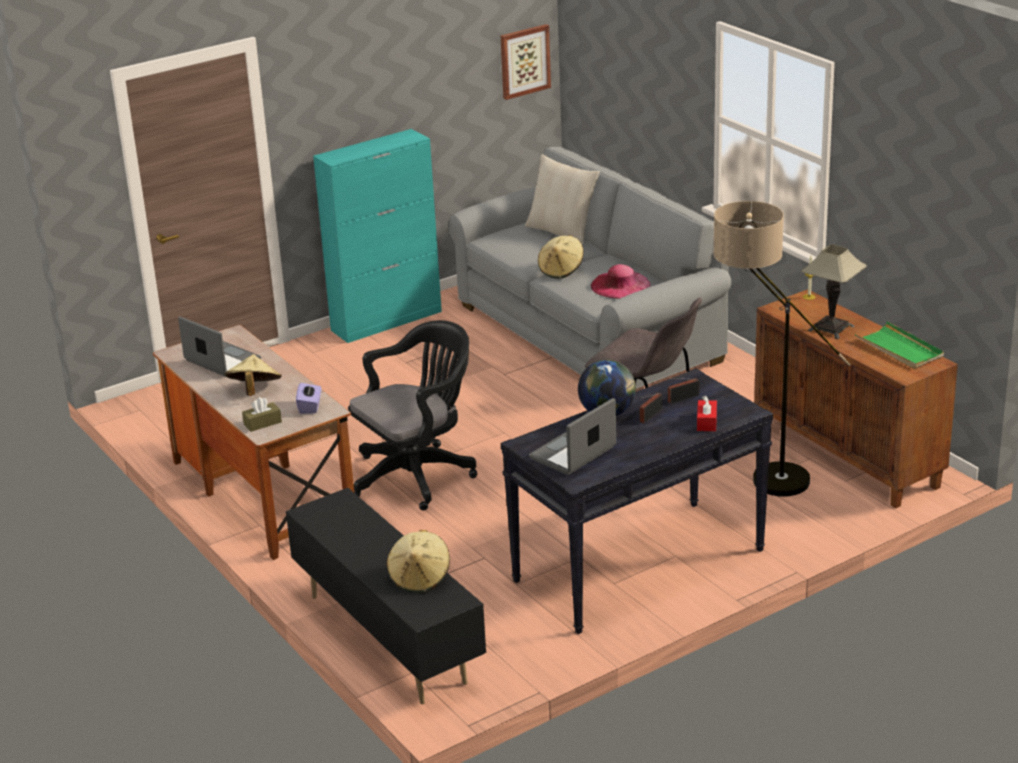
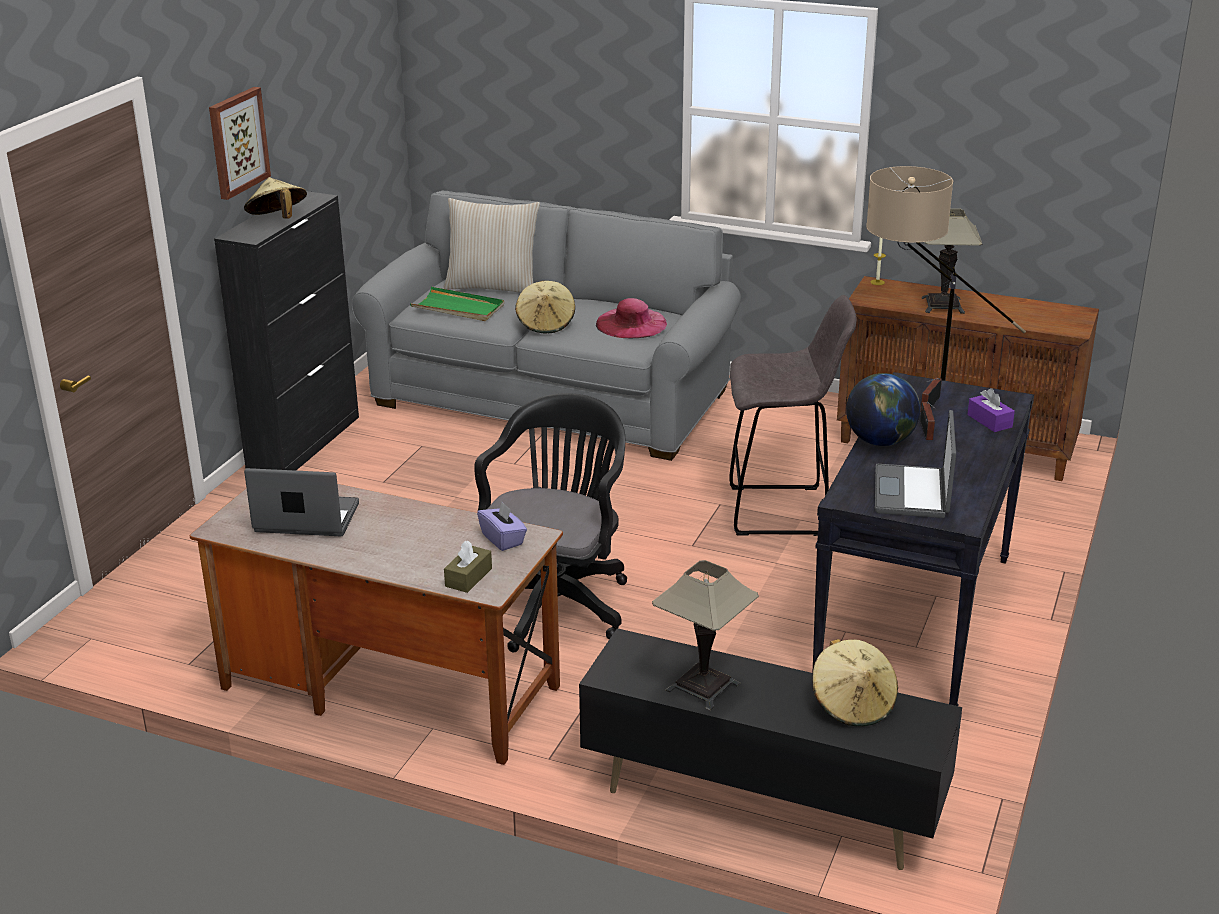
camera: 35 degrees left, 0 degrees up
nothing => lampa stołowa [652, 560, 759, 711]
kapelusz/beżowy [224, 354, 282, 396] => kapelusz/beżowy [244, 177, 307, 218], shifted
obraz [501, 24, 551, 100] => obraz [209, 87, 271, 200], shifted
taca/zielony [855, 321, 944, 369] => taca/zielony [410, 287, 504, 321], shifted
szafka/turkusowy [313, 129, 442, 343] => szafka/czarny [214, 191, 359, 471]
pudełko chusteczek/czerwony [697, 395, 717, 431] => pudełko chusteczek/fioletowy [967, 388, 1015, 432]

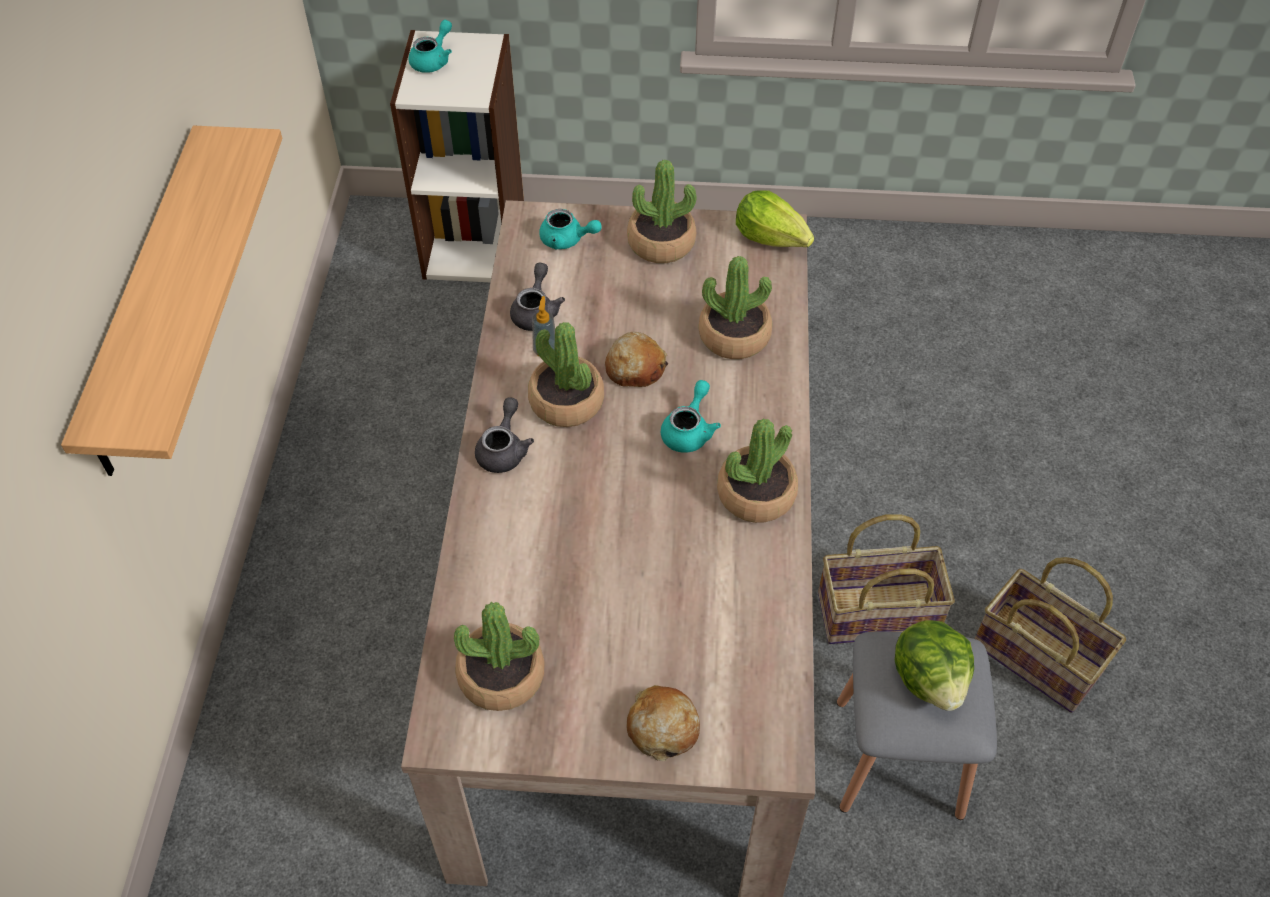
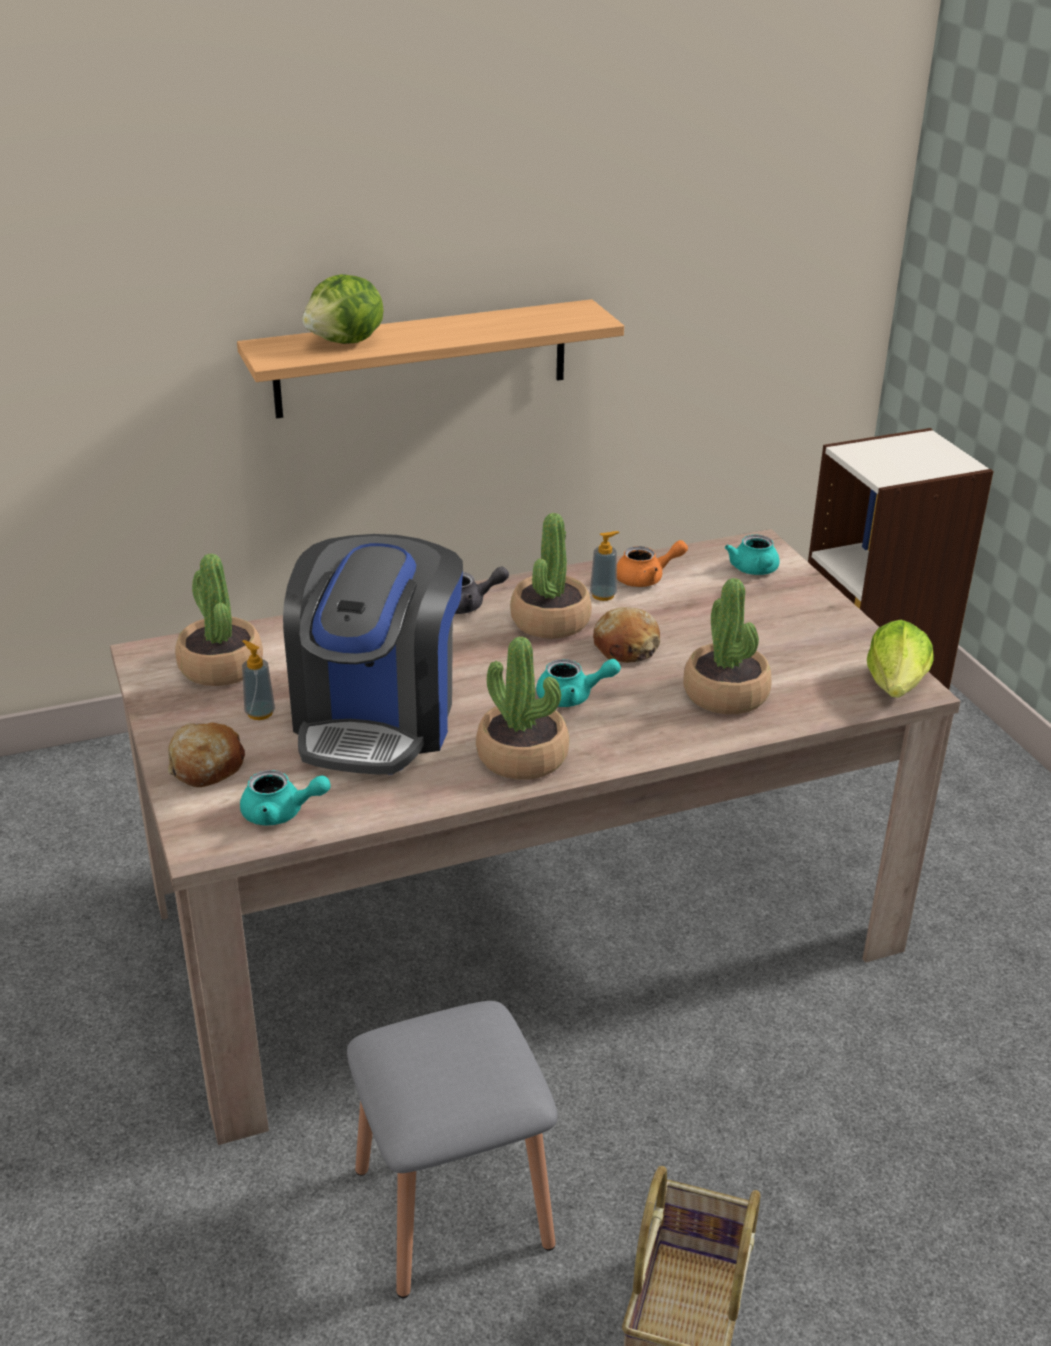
camera: 65 degrees right, 20 degrees down
roślina doniczkowa [627, 160, 697, 263] => nothing
koszyk [818, 514, 955, 644] => nothing
nothing => dozownik mydła [242, 640, 275, 720]
nothing => ekspres do kawy [283, 534, 463, 775]
imbryk/turkusowy [409, 20, 452, 73] => imbryk/turkusowy [240, 770, 330, 825], shifted
sałata [895, 620, 974, 711] => sałata [302, 274, 384, 344], shifted
imbryk/szary [510, 263, 565, 331] => imbryk/pomarańczowy [617, 540, 688, 587]

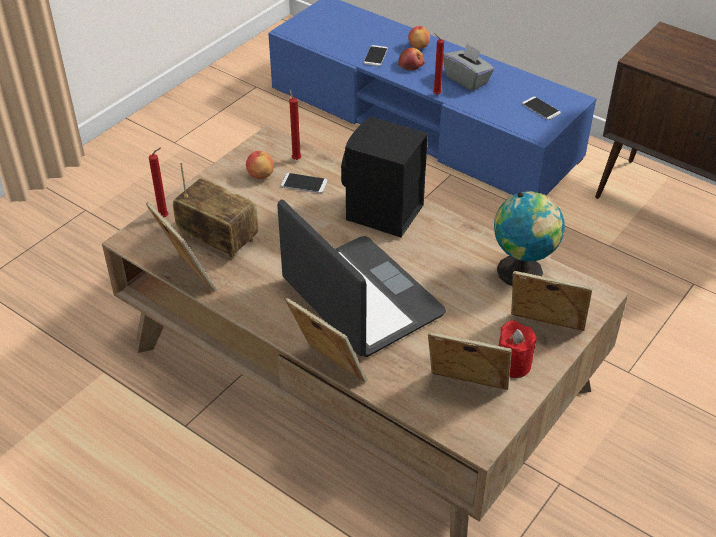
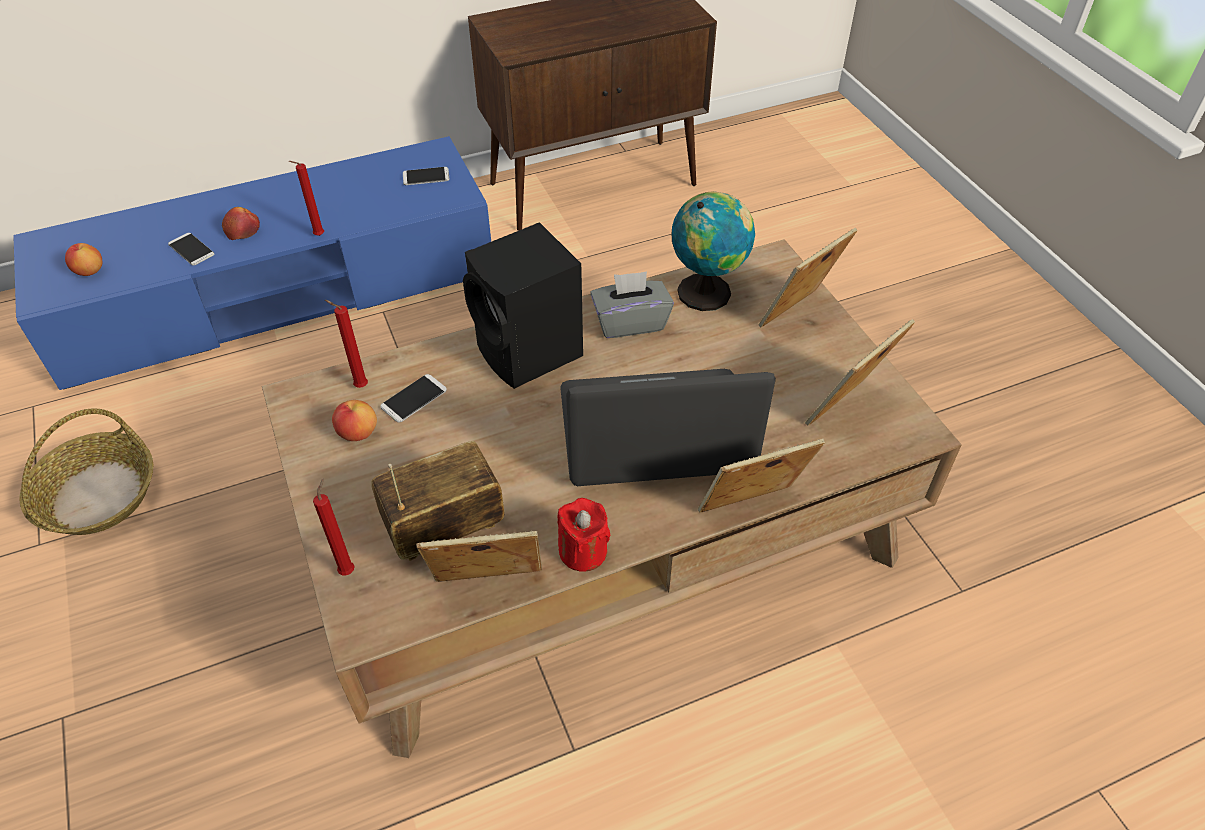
camera: 60 degrees left, 5 degrees up
nothing => koszyk [20, 408, 153, 535]
jabłko [408, 26, 430, 49] => jabłko [65, 243, 103, 276], shifted
pudełko chusteczek/szary [443, 43, 494, 91] => pudełko chusteczek/szary [590, 271, 674, 338], shifted
świeca/czerwony [499, 320, 537, 378] => świeca/czerwony [557, 498, 610, 572], shifted

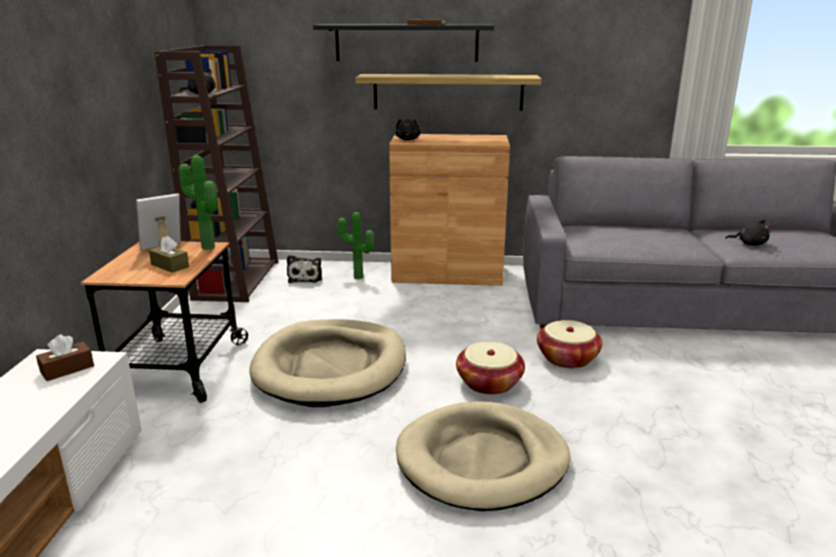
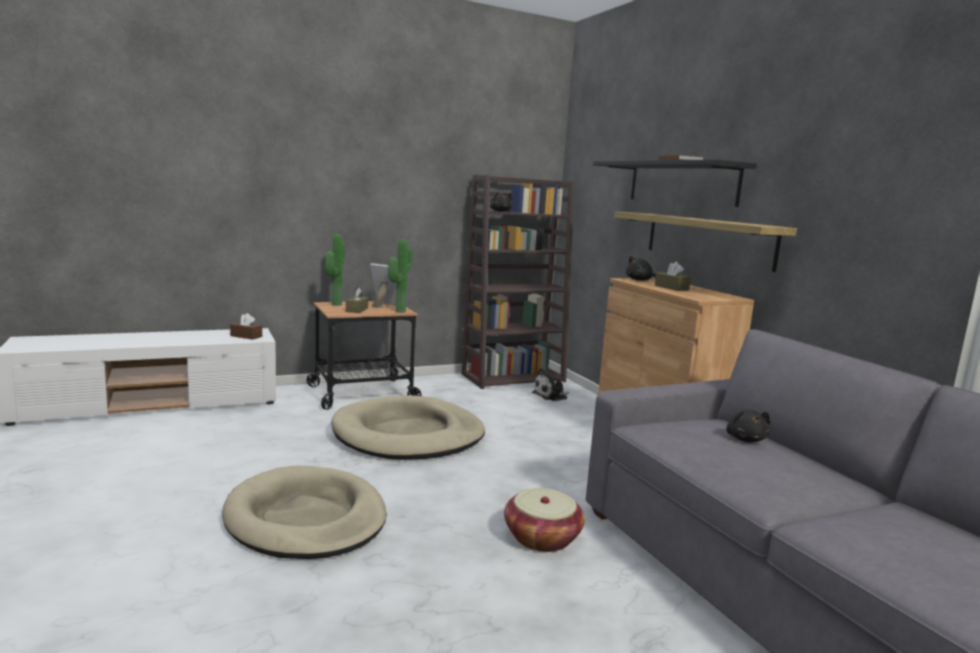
camera: 60 degrees right, 10 degrees down
koszyk [456, 342, 525, 395] => nothing
nothing => pudełko chusteczek/brązowy [655, 262, 691, 291]
roślina doniczkowa [338, 212, 374, 279] => roślina doniczkowa [325, 234, 345, 306], shifted
pluszak/czarny [725, 220, 771, 246] => pluszak/czarny [726, 410, 770, 442], shifted

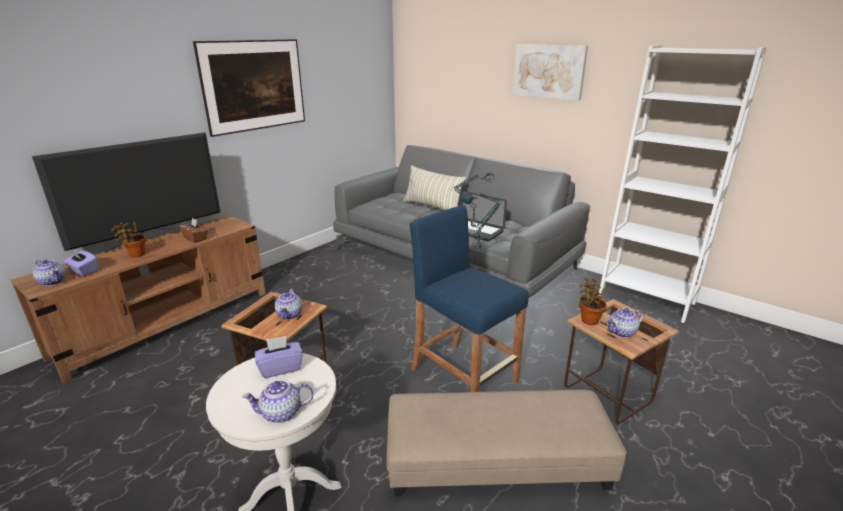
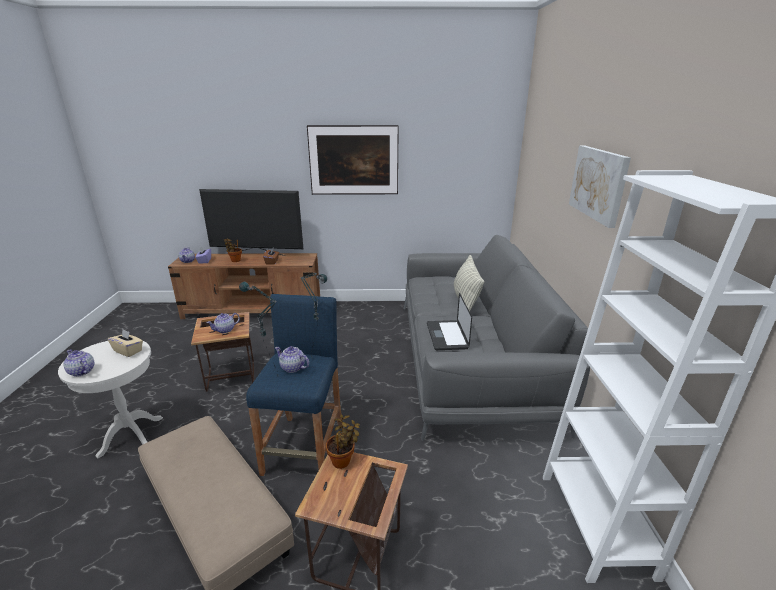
camera: 50 degrees right, 0 degrees up
imbryk [606, 308, 644, 338] => imbryk [275, 346, 309, 373], shifted
pudełko chusteczek/fioletowy [255, 336, 303, 378] => pudełko chusteczek/beżowy [108, 329, 143, 357]

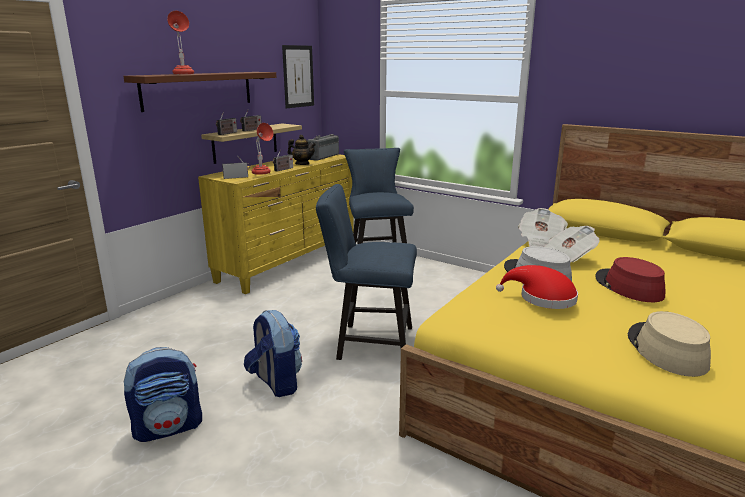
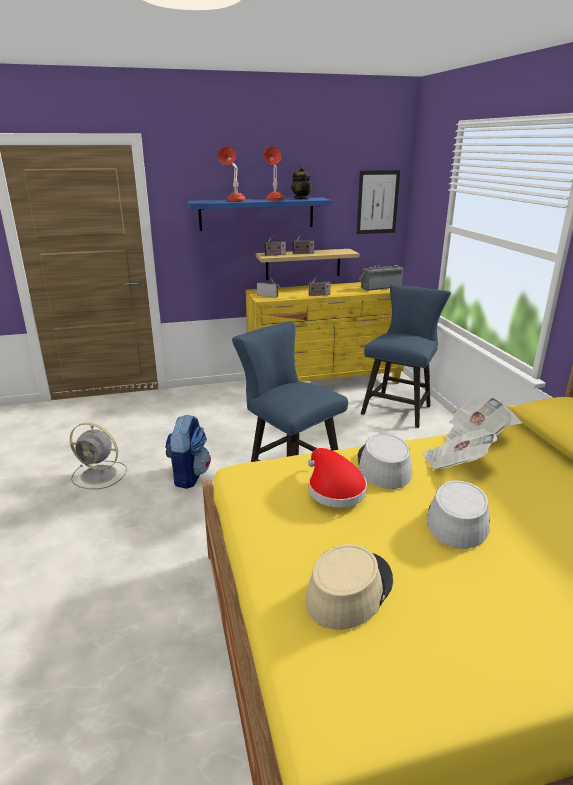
camera: 40 degrees right, 5 degrees up
lampa stołowa/czerwony [252, 123, 273, 175] => lampa stołowa/czerwony [264, 146, 284, 201], shifted
imbryk [287, 135, 316, 165] => imbryk [291, 167, 312, 199], shifted
plecak [123, 347, 202, 442] => wentylator/szary [70, 423, 127, 489]
półka/brązowy [123, 72, 277, 112] => półka/niebieski [187, 198, 332, 231]
kapelusz/czerwony [595, 257, 665, 302] => kapelusz/szary [426, 481, 490, 549]

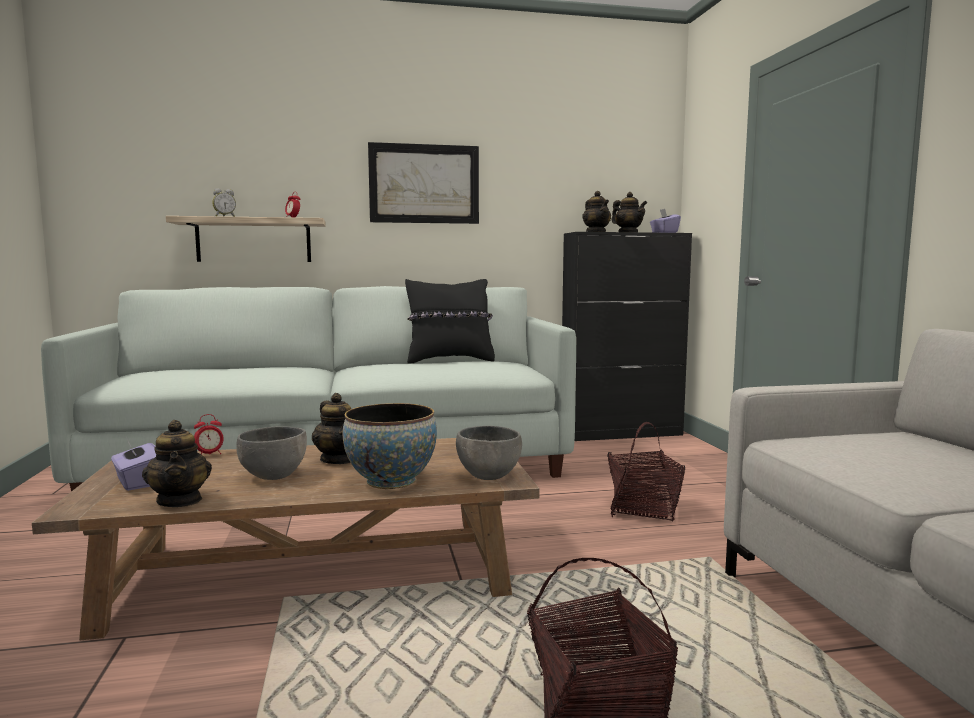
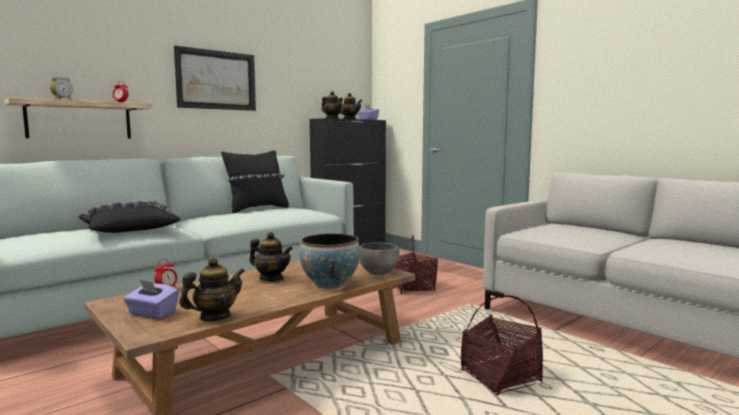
camera: 30 degrees left, 0 degrees up
miska/szary [236, 426, 307, 480] => nothing
nothing => poduszka/czarny [78, 201, 180, 233]
imbryk [142, 420, 212, 507] => imbryk [179, 258, 245, 321], 75 degrees counterclockwise

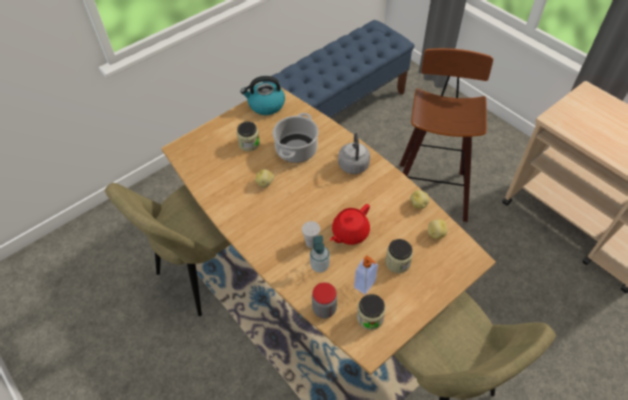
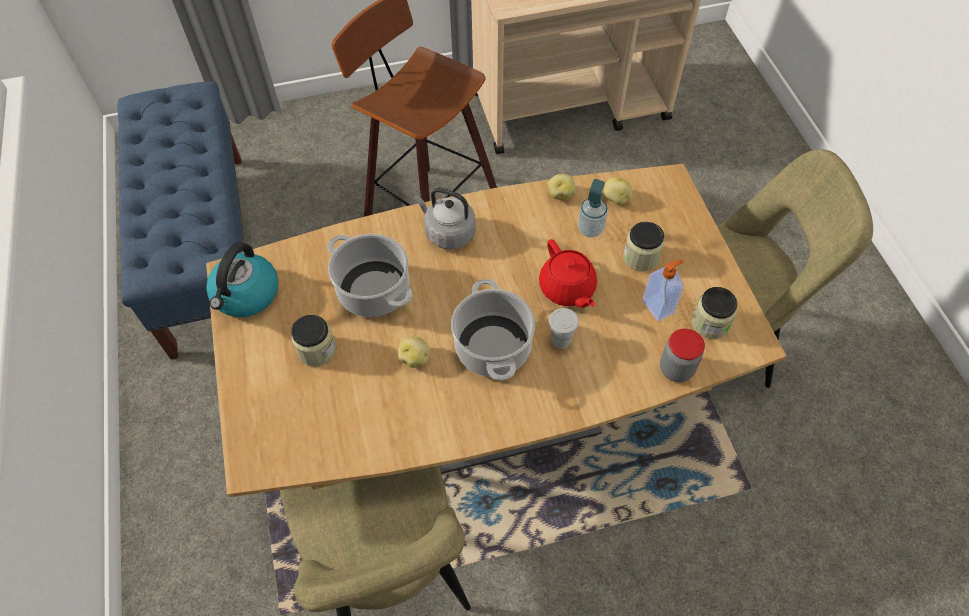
camera: 65 degrees left, 5 degrees up
nothing => garnek [451, 279, 535, 381]
dozownik mydła [310, 235, 330, 273] => dozownik mydła [578, 179, 608, 238], shifted

